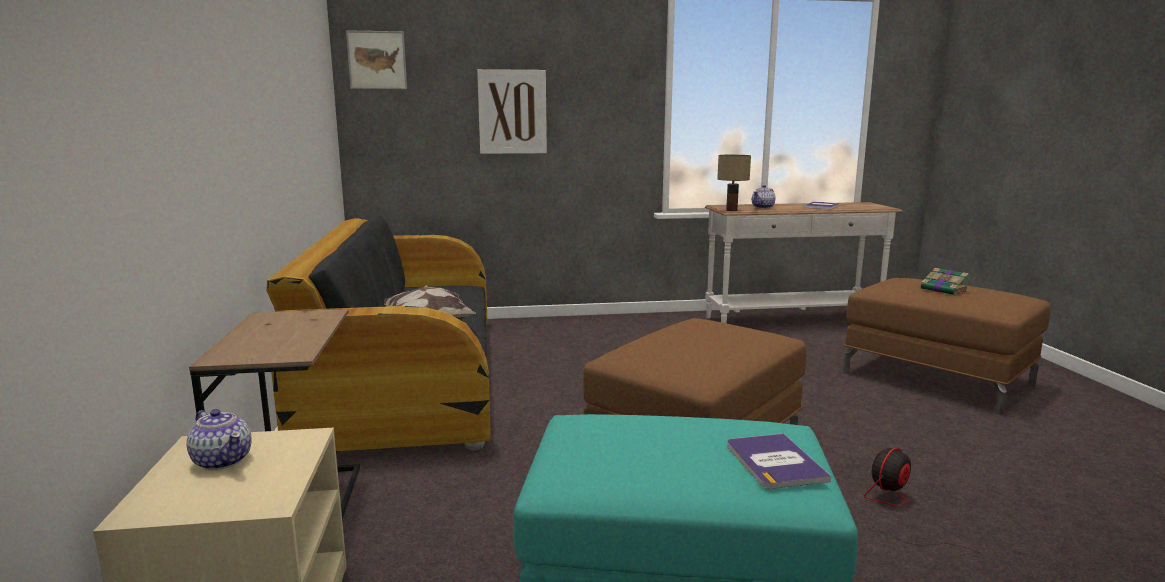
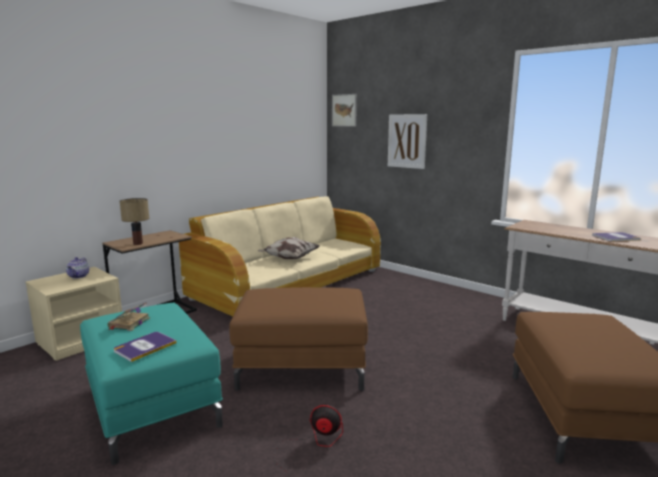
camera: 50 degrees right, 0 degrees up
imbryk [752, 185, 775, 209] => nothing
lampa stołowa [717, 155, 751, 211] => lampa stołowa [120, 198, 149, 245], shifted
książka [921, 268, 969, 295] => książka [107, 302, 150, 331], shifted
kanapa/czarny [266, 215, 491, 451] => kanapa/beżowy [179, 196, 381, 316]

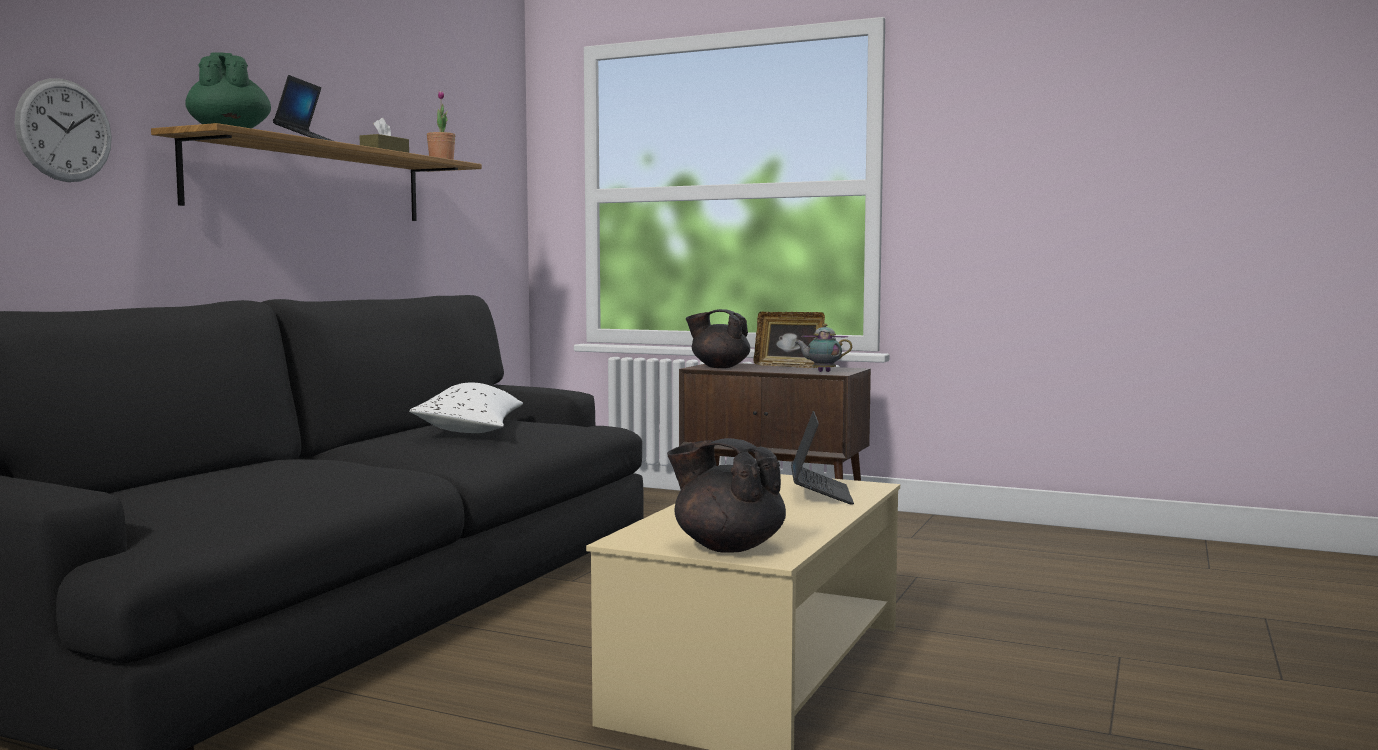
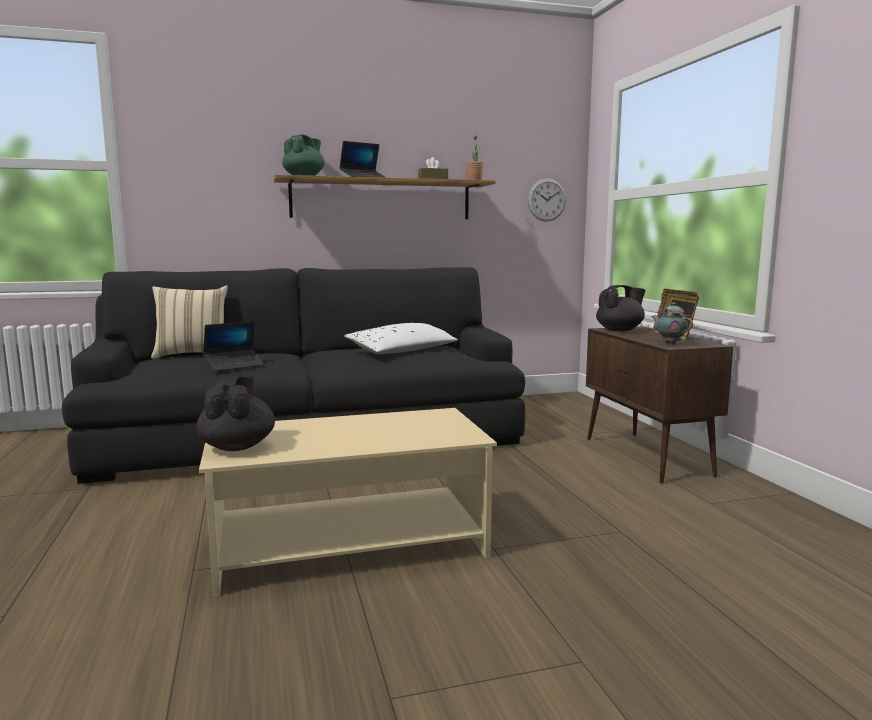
camera: 50 degrees right, 5 degrees up
nothing => poduszka/beżowy [151, 285, 228, 359]
zegar ścienny [14, 78, 112, 182] => zegar ścienny [528, 178, 566, 222], shifted
laptop [791, 411, 854, 505] => laptop [203, 321, 264, 371], shifted
imbryk/czarny [686, 309, 750, 368] => imbryk/czarny [596, 285, 646, 331], 90 degrees clockwise

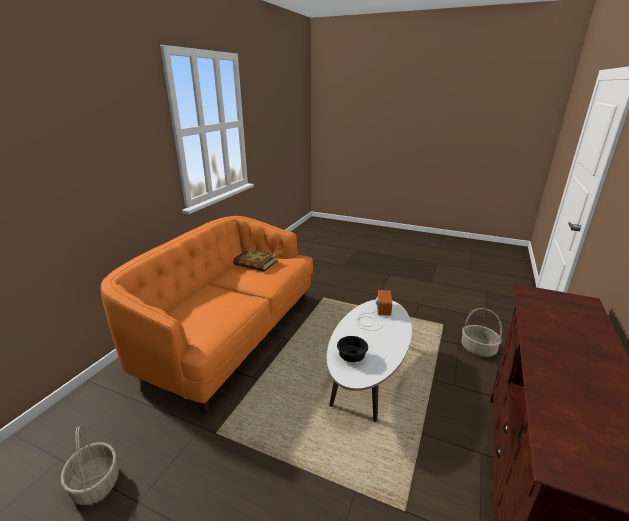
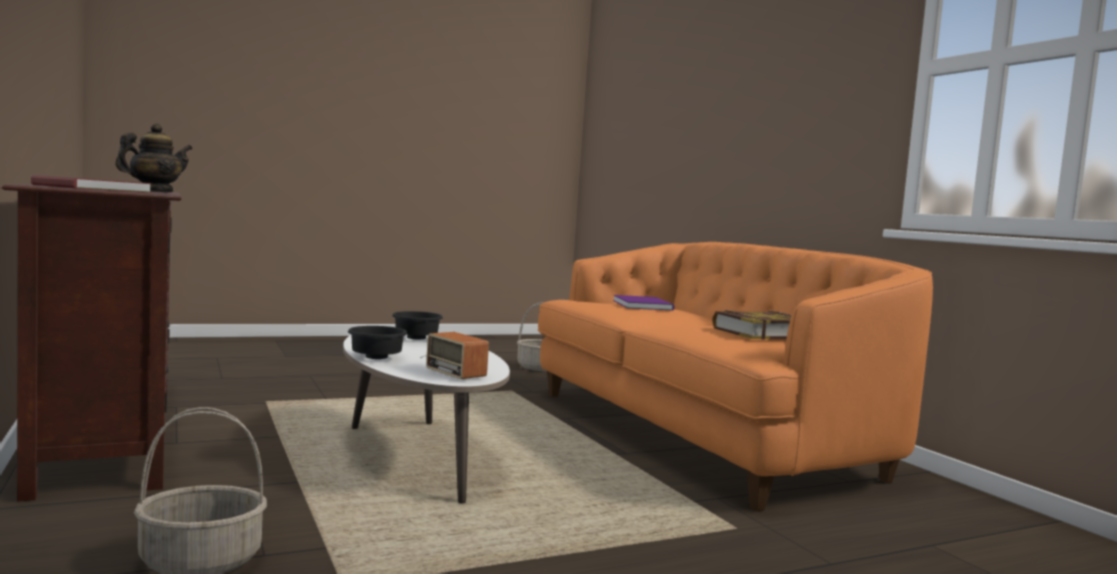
camera: 130 degrees right, 20 degrees down
nothing => książka/czerwony [31, 175, 152, 193]
nothing => imbryk [115, 123, 192, 192]
nothing => miska/czarny [348, 326, 407, 359]
nothing => książka/fioletowy [613, 295, 675, 311]

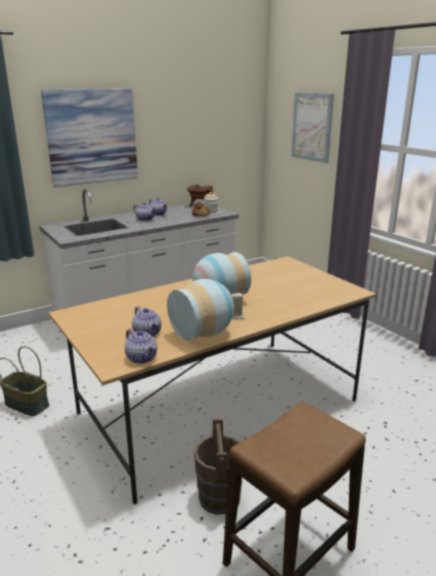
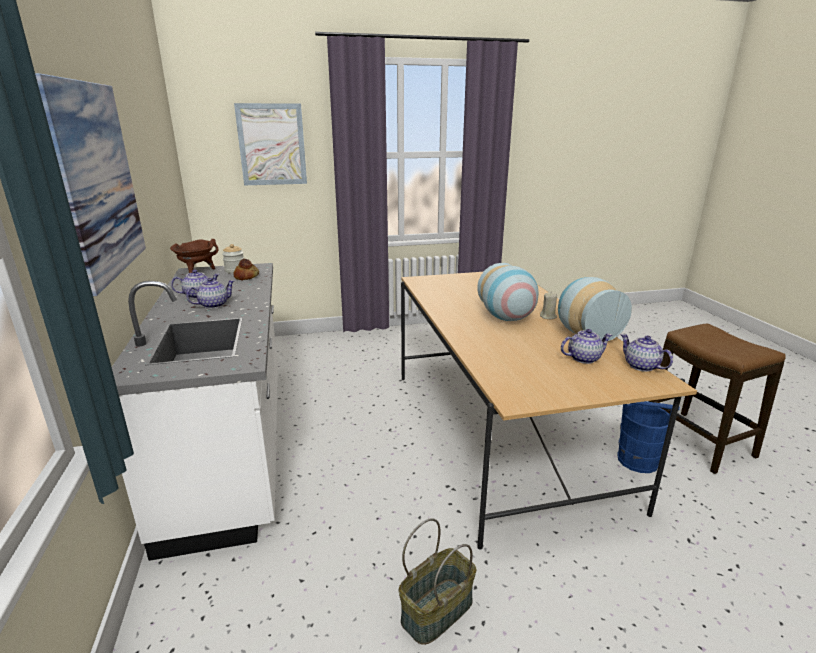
camera: 70 degrees left, 0 degrees up
wiadro/brązowy [194, 418, 242, 515] => wiadro/niebieski [617, 401, 680, 473]
imbryk [125, 329, 157, 364] => imbryk [621, 334, 673, 372], 105 degrees counterclockwise

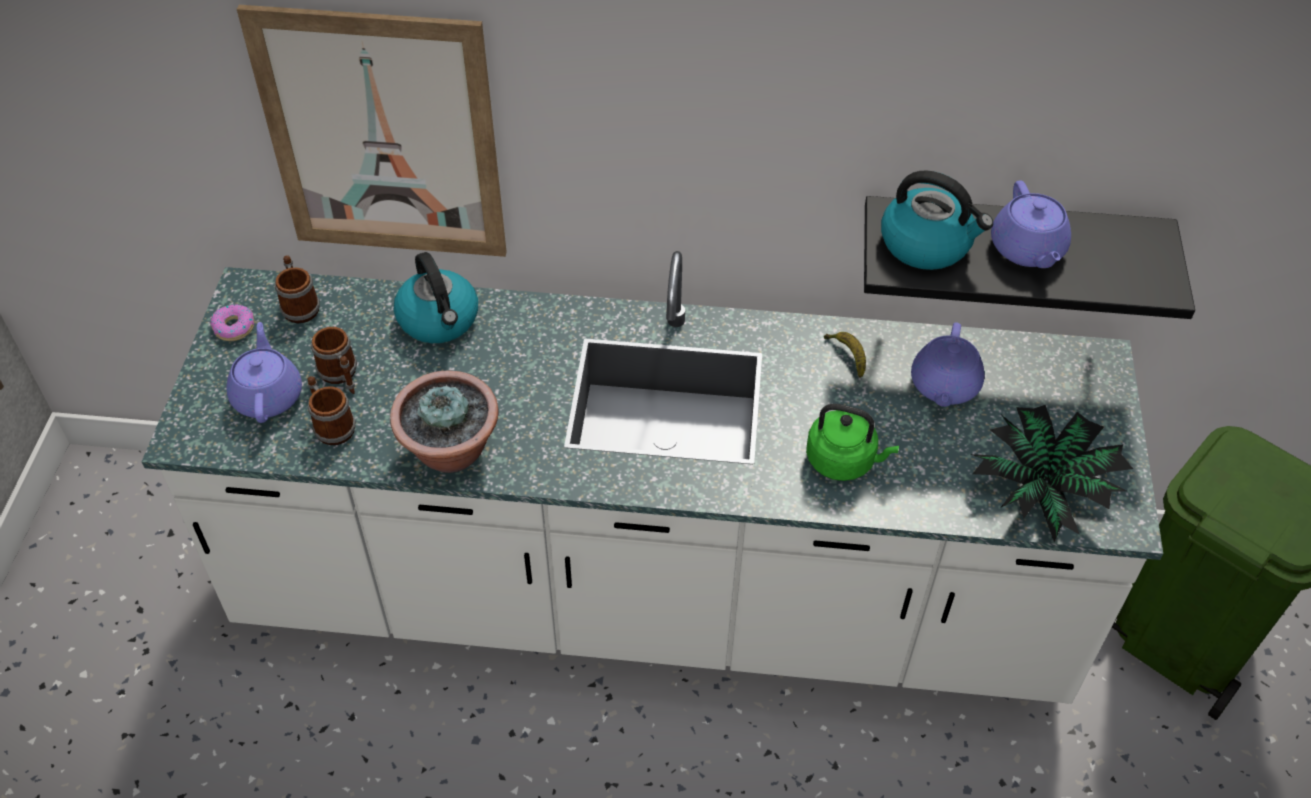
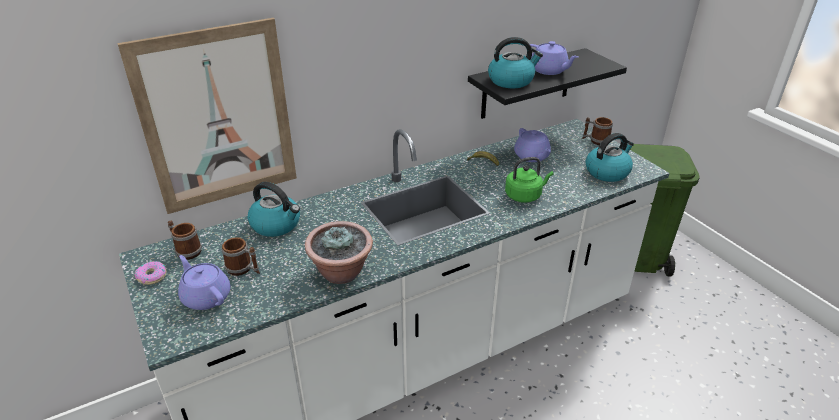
camera: 35 degrees left, 15 degrees down
kubek [307, 376, 356, 445] => kubek [582, 117, 613, 145], shifted
roślina doniczkowa [971, 405, 1133, 542] => czajnik [586, 133, 634, 182]

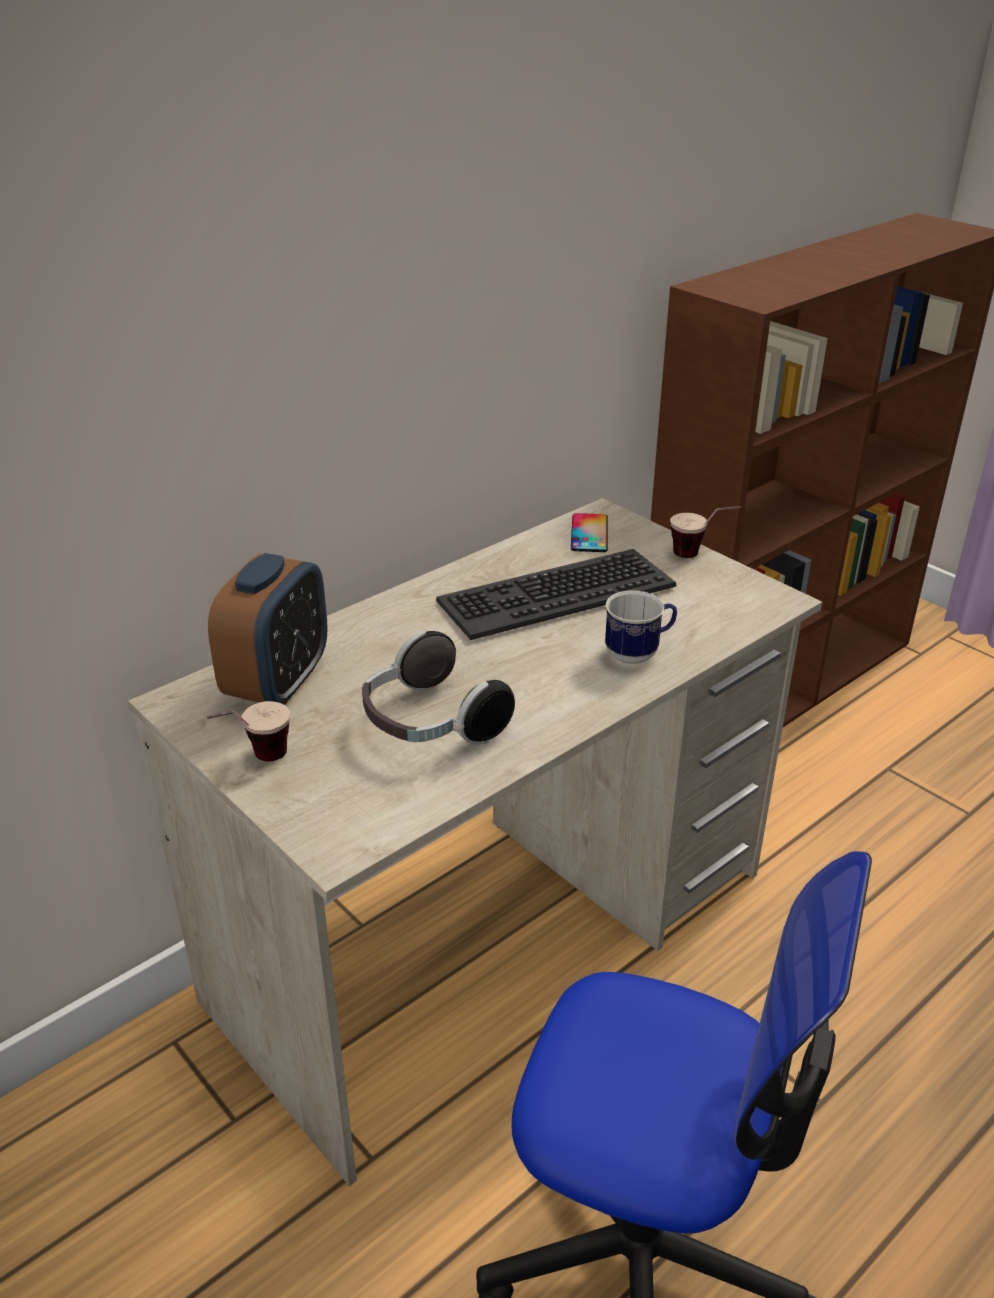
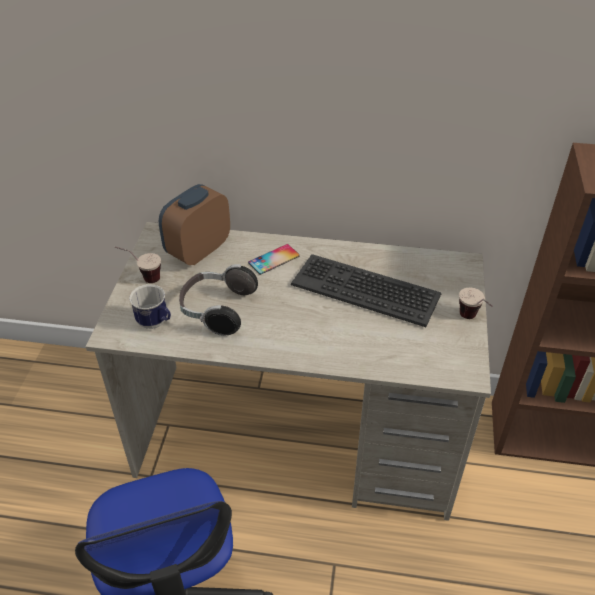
camera: 50 degrees right, 10 degrees up
telefon [571, 513, 608, 552] => telefon [248, 244, 300, 275], shifted
kubek [605, 590, 677, 664] => kubek [129, 284, 171, 329], shifted
budzik [208, 553, 328, 705] => budzik [159, 184, 230, 265], 150 degrees clockwise

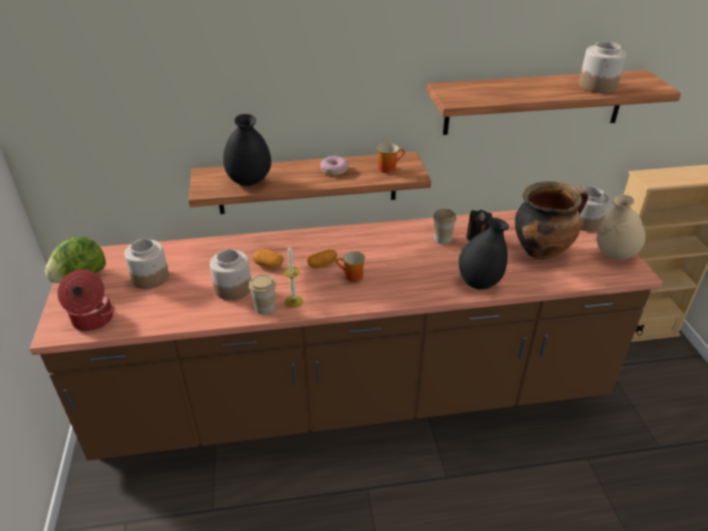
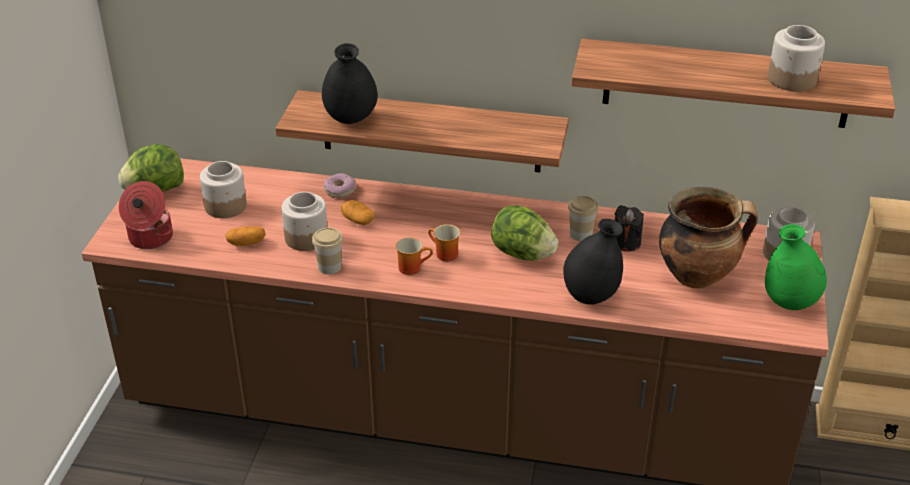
camera: 20 degrees right, 0 degrees up
świeca [283, 245, 303, 308] => nothing
nothing => sałata [491, 206, 559, 261]
ziemniak [307, 250, 337, 268] => ziemniak [225, 226, 265, 246], shifted
donut [320, 156, 348, 176] => donut [323, 173, 356, 198], shifted
kubek [377, 143, 404, 173] => kubek [395, 237, 433, 275], shifted
wazon/beżowy [597, 195, 646, 260] => wazon/zielony [765, 224, 827, 310]

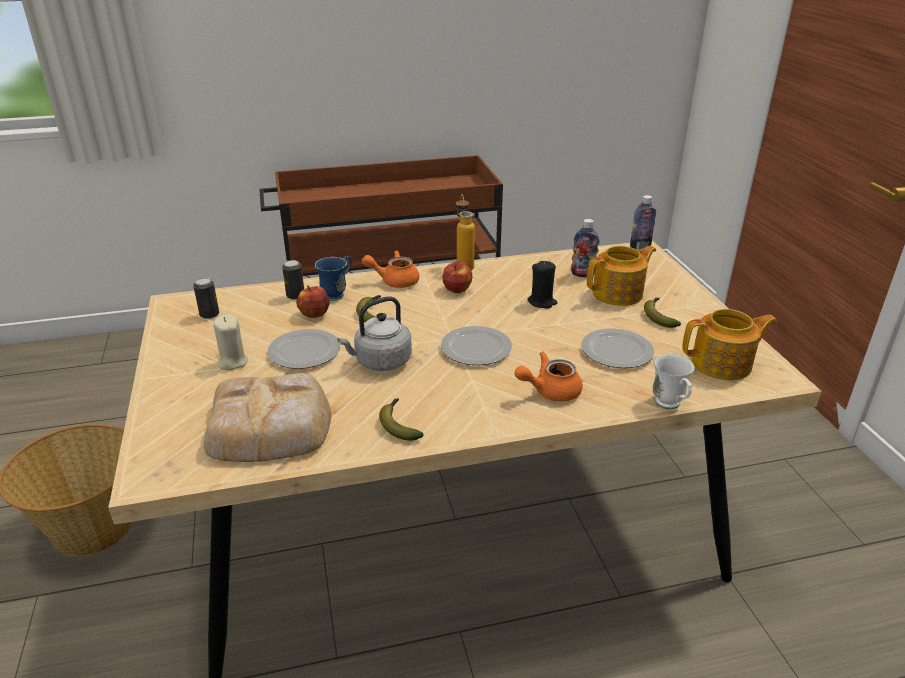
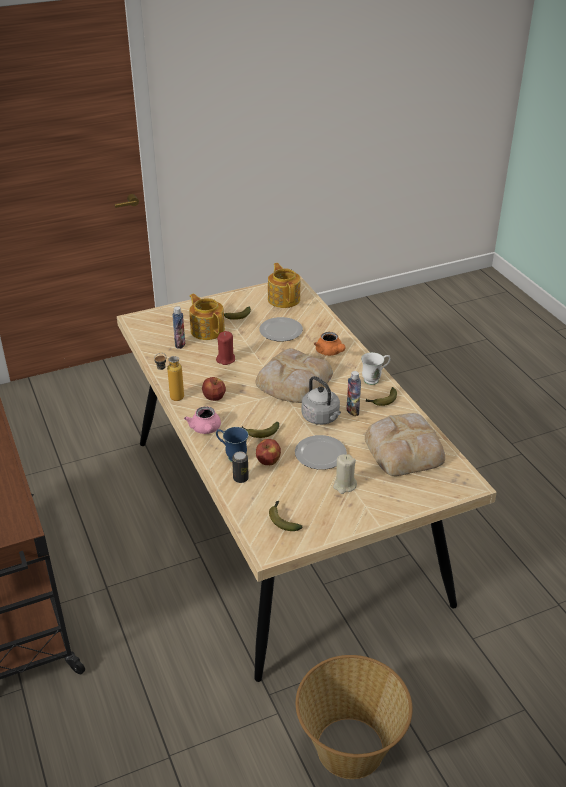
camera: 100 degrees left, 5 degrees up
butelka [630, 195, 656, 251] => butelka [346, 371, 361, 416], shifted
kubek/biały [653, 354, 695, 409] => kubek/biały [361, 352, 390, 385], shifted
puszka [193, 278, 219, 319] => banan [269, 501, 302, 531]
talerz [441, 326, 512, 365] => chleb [256, 348, 333, 403]
imbryk/pomarańczowy [362, 251, 419, 288] => imbryk/różowy [184, 406, 221, 434]
świeca/czarny [528, 261, 557, 309] => świeca/czerwony [216, 331, 235, 365]

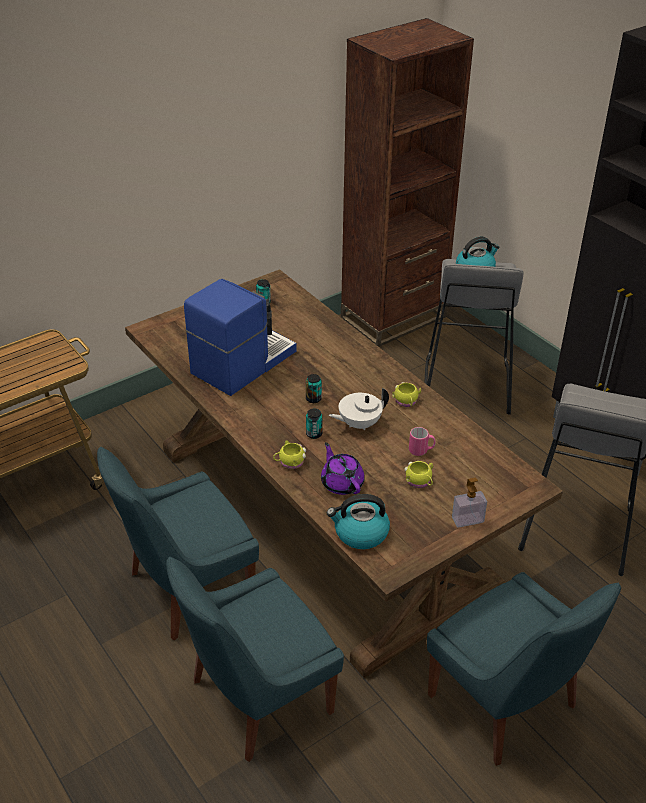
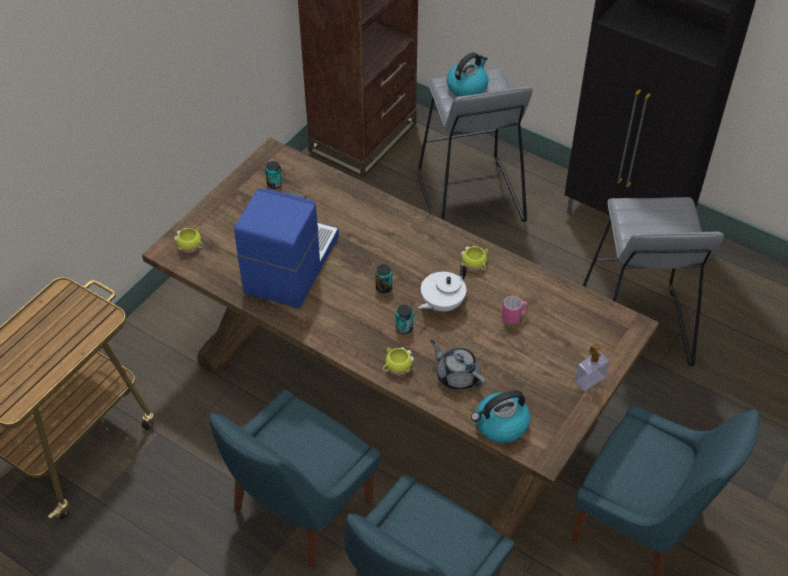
camera: 20 degrees left, 10 degrees up
kubek/żółty [404, 461, 433, 488] => kubek/żółty [174, 227, 203, 253], shifted
imbryk/fioletowy [321, 442, 365, 495] => imbryk/szary [430, 340, 486, 390]

